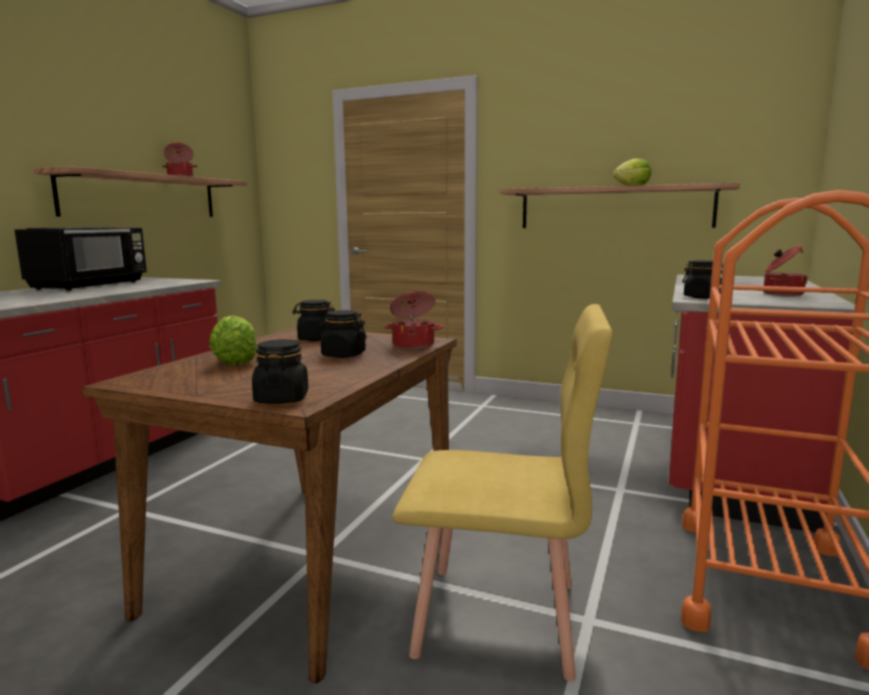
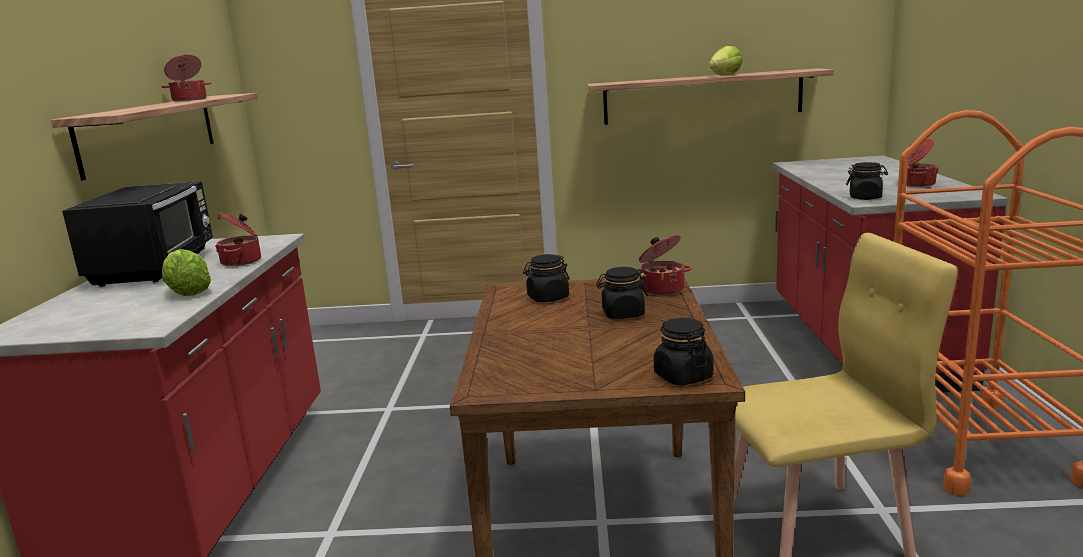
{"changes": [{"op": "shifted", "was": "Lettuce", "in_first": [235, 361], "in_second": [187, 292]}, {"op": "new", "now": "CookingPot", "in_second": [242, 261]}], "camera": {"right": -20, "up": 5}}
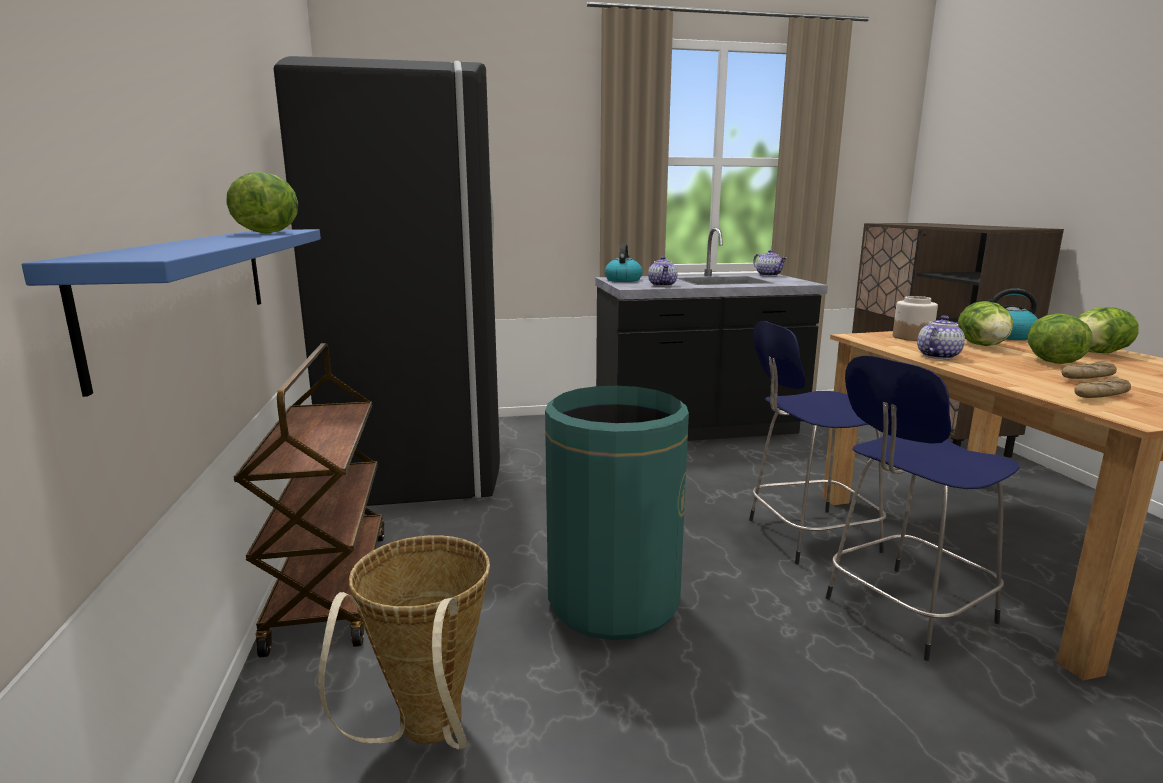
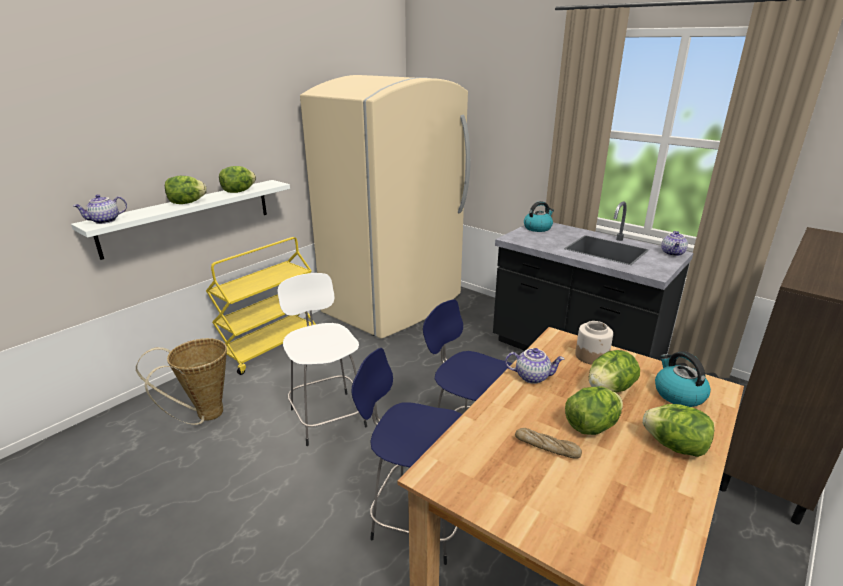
{"changes": [{"op": "repainted", "was": "BlueShelf", "now": "WhiteShelf", "in_first": [190, 288], "in_second": [189, 216]}, {"op": "repainted", "was": "BrownCart", "now": "YellowCart", "in_first": [329, 587], "in_second": [270, 347]}, {"op": "repainted", "was": "BlackFridge", "now": "BeigeFridge", "in_first": [420, 462], "in_second": [395, 304]}, {"op": "swapped", "was": "GreenTrashCan", "now": "WhiteStool", "in_first": [613, 601], "in_second": [327, 416]}, {"op": "shifted", "was": "Teapot", "in_first": [663, 285], "in_second": [105, 221]}, {"op": "gone", "was": "Bread", "in_first": [1101, 396]}, {"op": "new", "now": "Lettuce", "in_second": [187, 203]}], "camera": {"right": 50, "up": 10}}
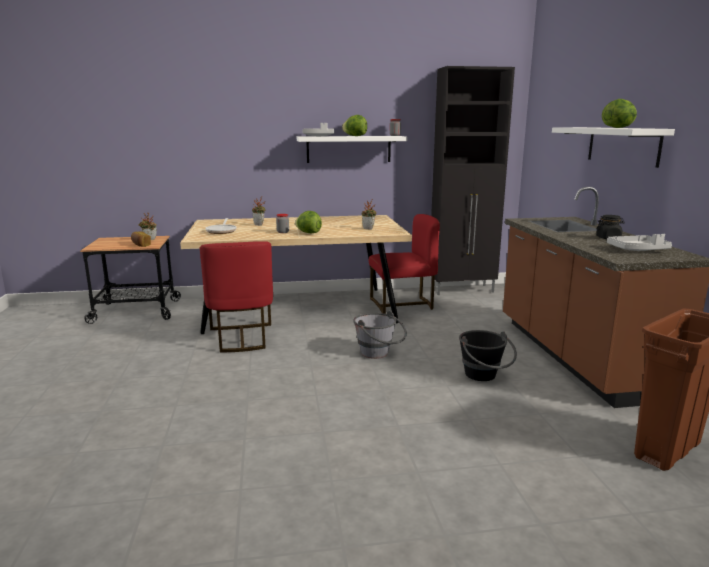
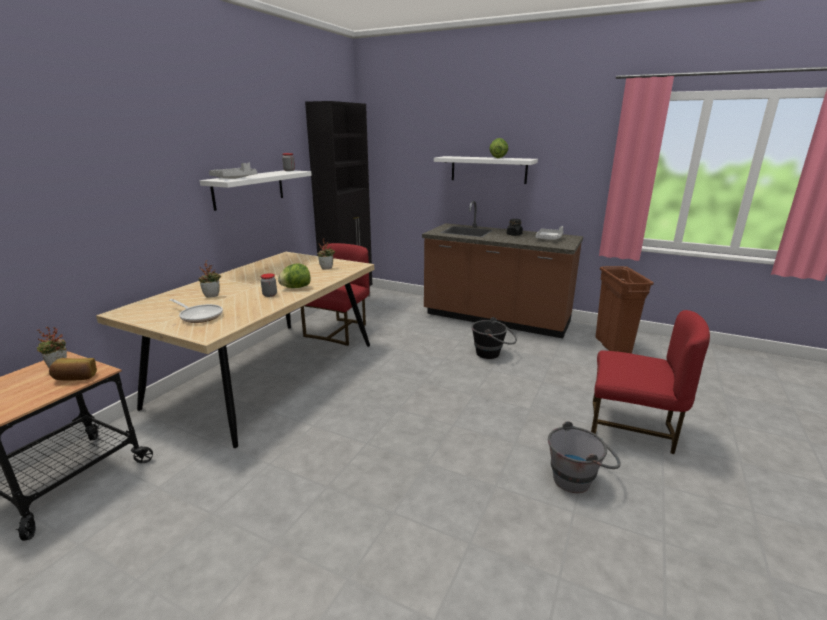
{"changes": [{"op": "shifted", "was": "RedChair", "in_first": [241, 338], "in_second": [630, 430]}, {"op": "gone", "was": "Lettuce", "in_first": [355, 136]}, {"op": "shifted", "was": "GreyBucket", "in_first": [379, 354], "in_second": [578, 479]}], "camera": {"right": -55, "up": 5}}
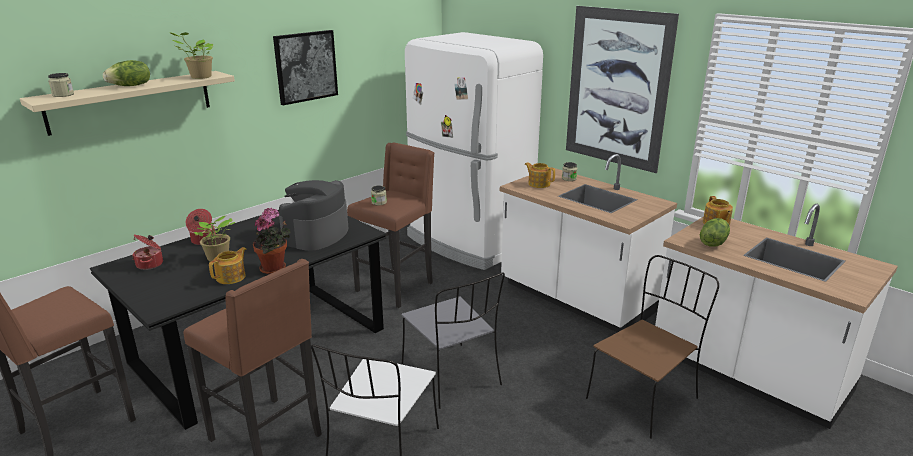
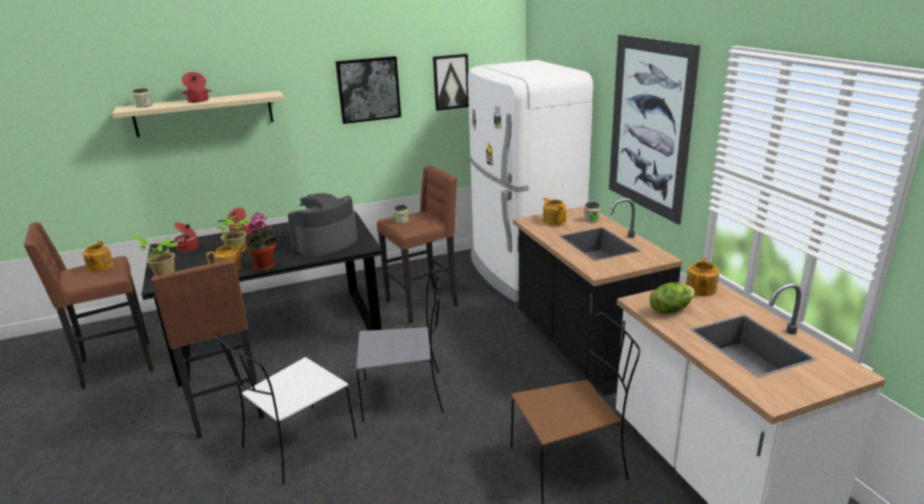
{"changes": [{"op": "swapped", "was": "Lettuce", "now": "CookingPot", "in_first": [131, 86], "in_second": [198, 101]}, {"op": "shifted", "was": "PottedPlant", "in_first": [199, 77], "in_second": [163, 274]}, {"op": "rotated", "was": "GreyChair", "in_first": [452, 376], "in_second": [405, 395], "clockwise": -90}, {"op": "repainted", "was": "WhiteCounter", "now": "BlackCounter", "in_first": [576, 298], "in_second": [585, 347]}, {"op": "new", "now": "Teapot", "in_second": [100, 267]}, {"op": "new", "now": "Picture", "in_second": [451, 82]}], "camera": {"right": 25, "up": 0}}
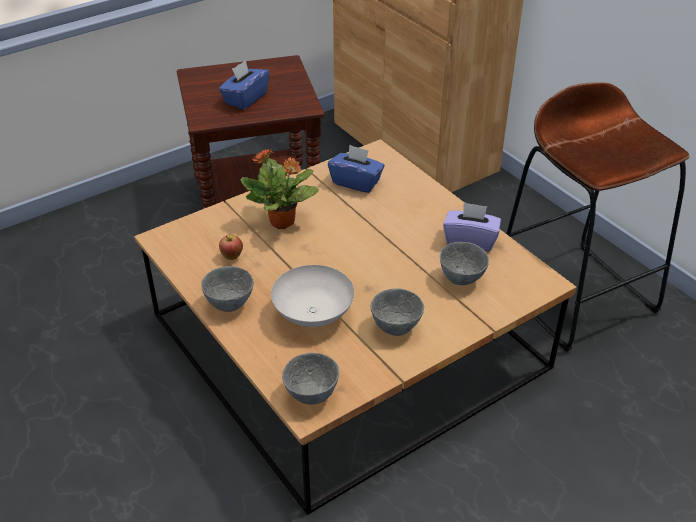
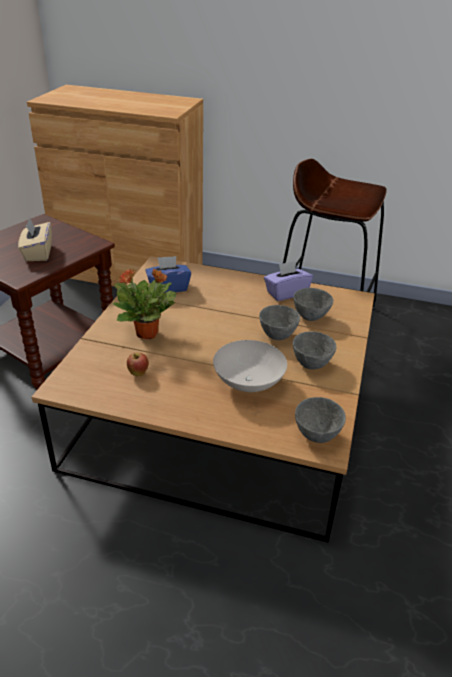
{"changes": [{"op": "shifted", "was": "GreyBowl", "in_first": [229, 304], "in_second": [276, 335]}, {"op": "repainted", "was": "BlueTissueBox", "now": "BeigeTissueBox", "in_first": [245, 99], "in_second": [38, 253]}], "camera": {"right": -40, "up": -5}}
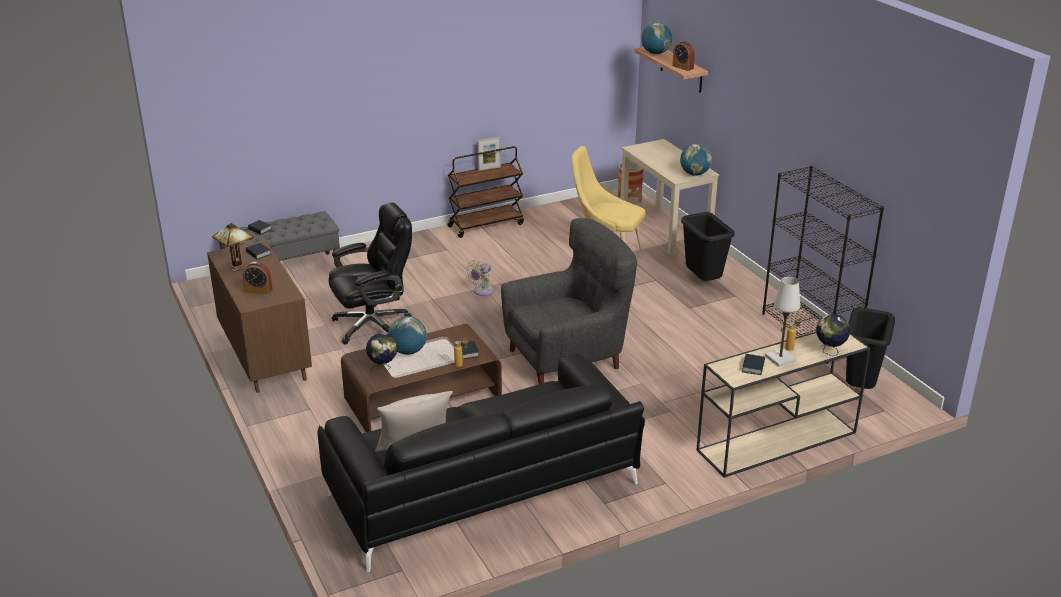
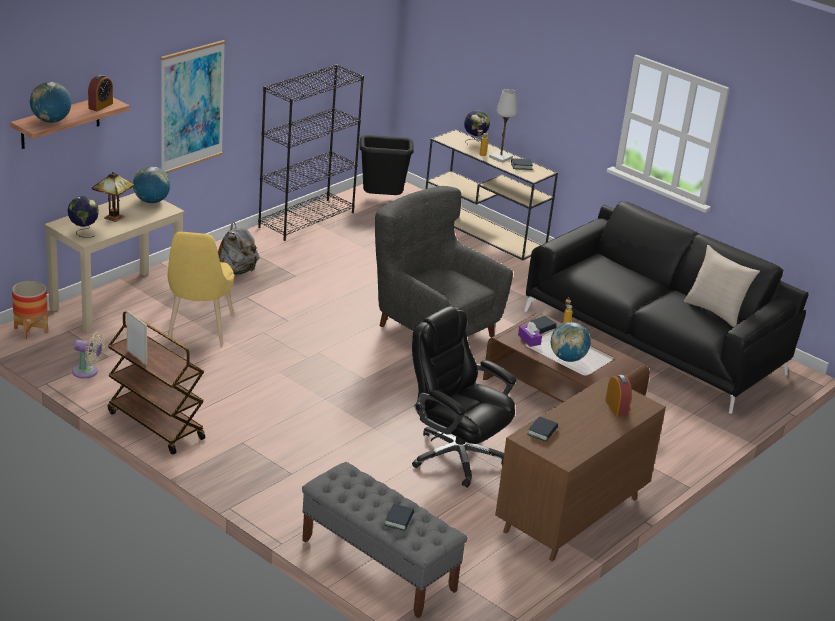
{"changes": [{"op": "shifted", "was": "TableLamp", "in_first": [235, 267], "in_second": [114, 218]}, {"op": "shifted", "was": "Globe", "in_first": [383, 368], "in_second": [83, 232]}, {"op": "shifted", "was": "BeigeFan", "in_first": [482, 291], "in_second": [87, 372]}, {"op": "swapped", "was": "BlackTrashCan", "now": "GreyBackpack", "in_first": [703, 282], "in_second": [236, 271]}, {"op": "new", "now": "Picture", "in_second": [191, 107]}, {"op": "new", "now": "PurpleTissueBox", "in_second": [529, 340]}], "camera": {"right": -115, "up": 0}}
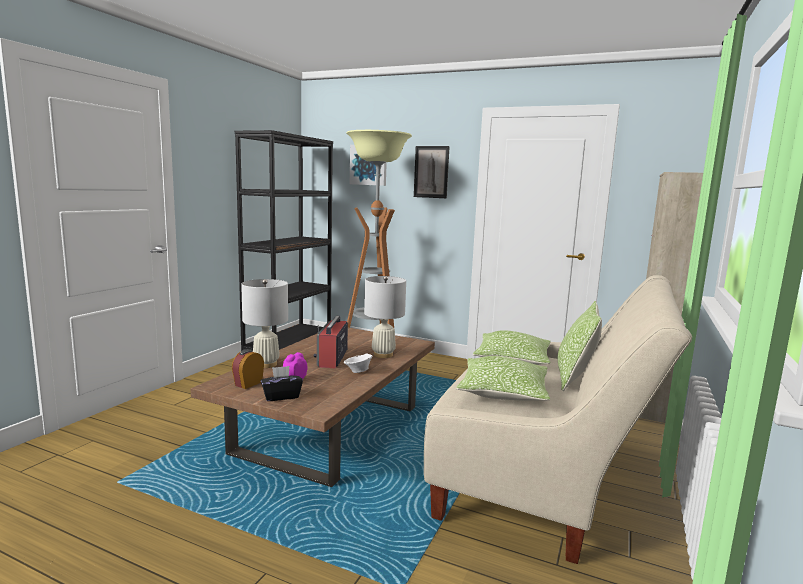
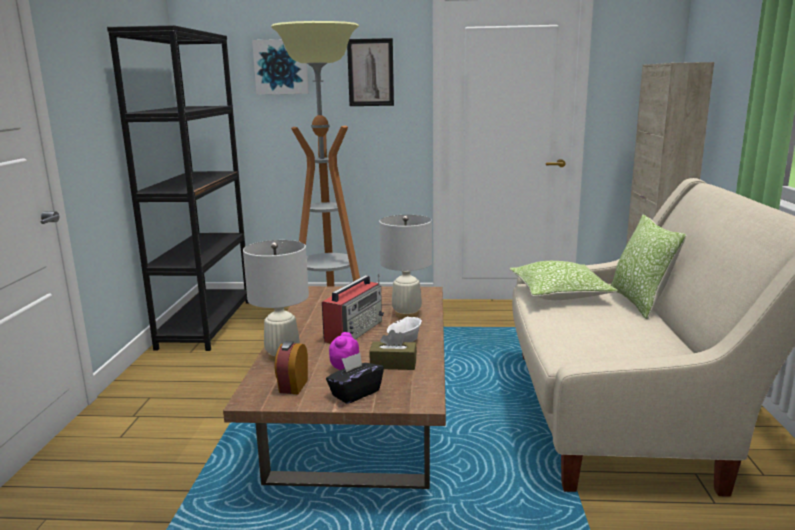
{"changes": [{"op": "rotated", "was": "Radio", "in_first": [332, 358], "in_second": [354, 331], "clockwise": -135}, {"op": "gone", "was": "Pillow", "in_first": [503, 392]}, {"op": "new", "now": "BrownTissueBox", "in_second": [393, 364]}], "camera": {"right": -20, "up": 5}}
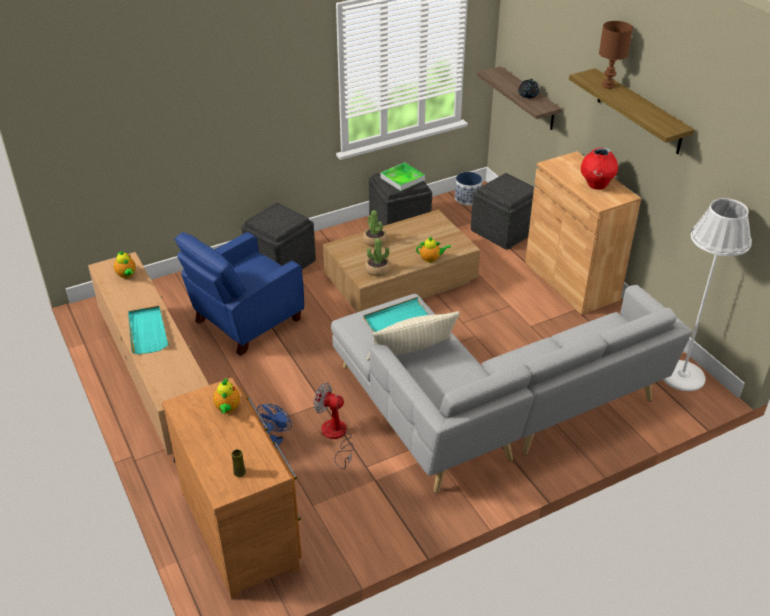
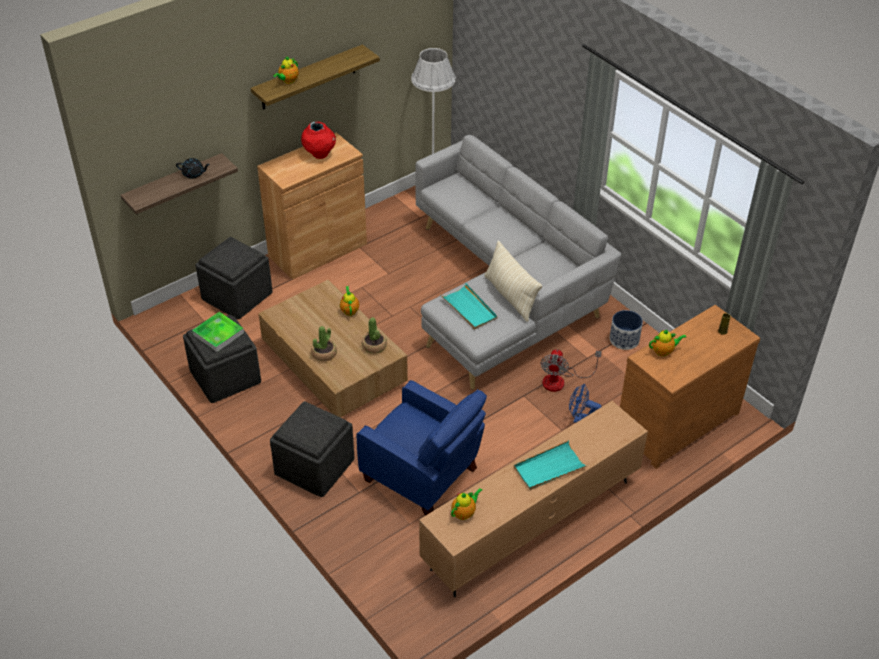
{"changes": [{"op": "shifted", "was": "Planter", "in_first": [467, 199], "in_second": [624, 339]}, {"op": "swapped", "was": "BrownTableLamp", "now": "Teapot", "in_first": [608, 85], "in_second": [288, 81]}], "camera": {"right": -100, "up": 5}}
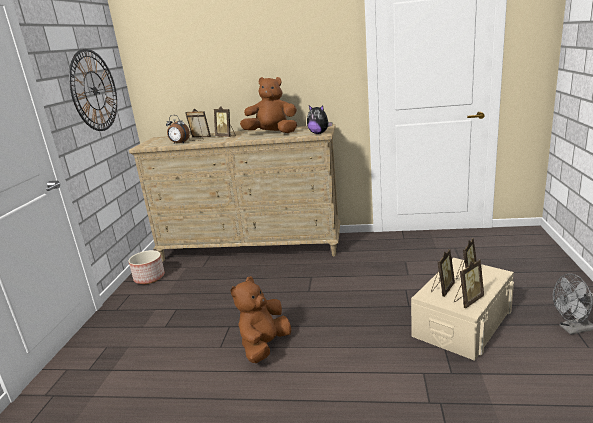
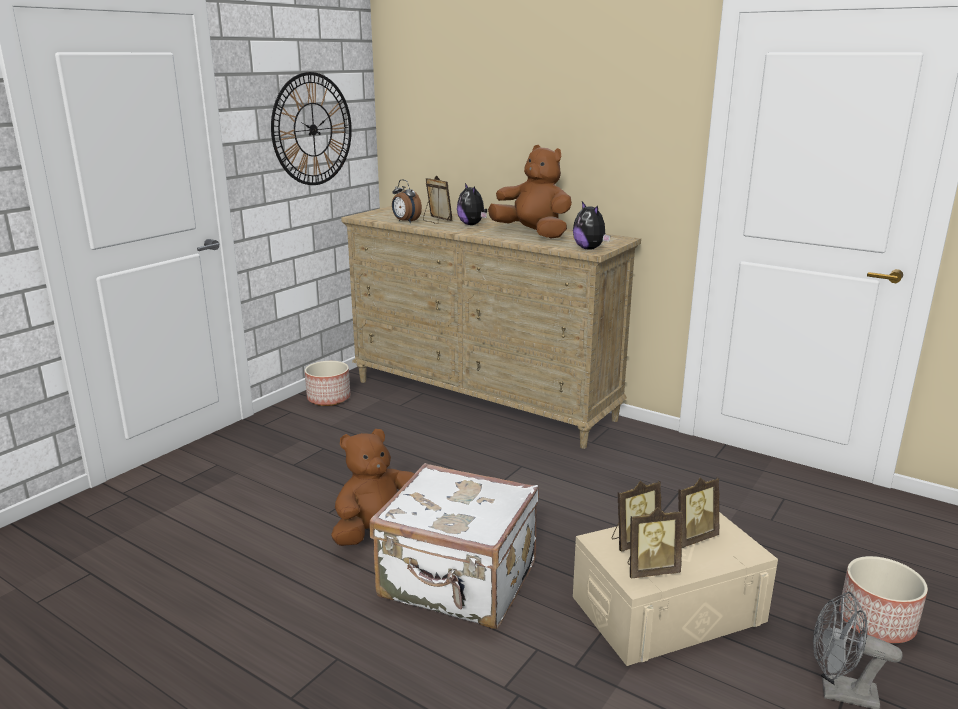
{"changes": [{"op": "swapped", "was": "PictureFrame", "now": "PlushToy", "in_first": [226, 136], "in_second": [472, 224]}, {"op": "new", "now": "WhiteSuitcase", "in_second": [458, 583]}, {"op": "new", "now": "Planter", "in_second": [876, 623]}], "camera": {"right": 25, "up": 0}}
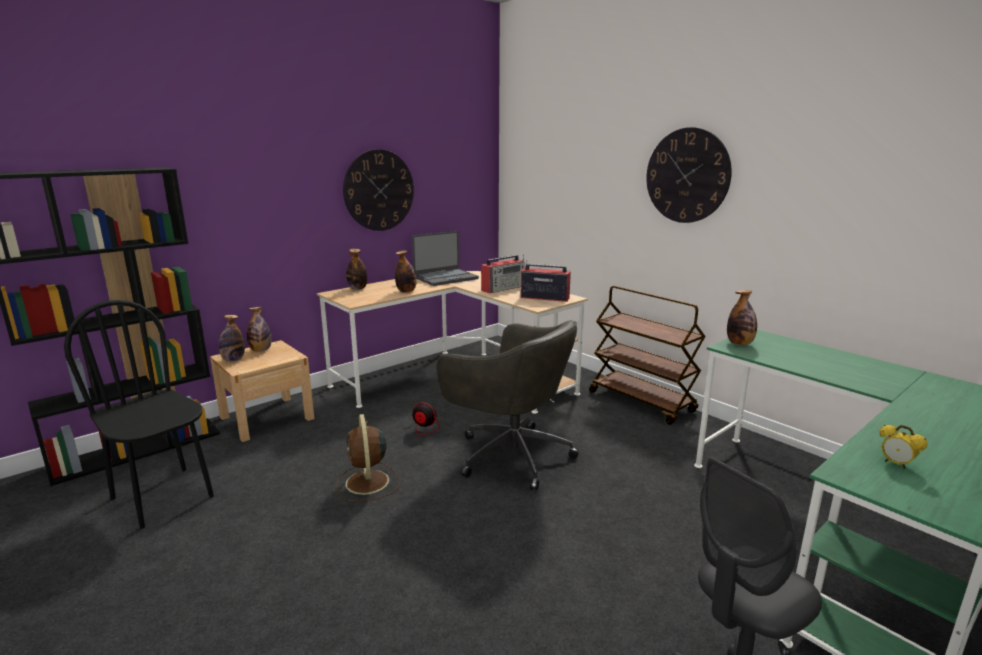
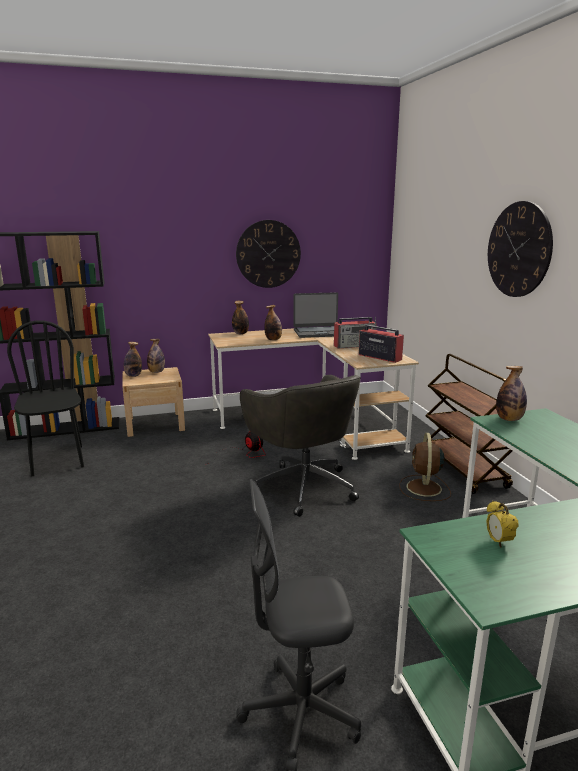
{"changes": [{"op": "shifted", "was": "BrownFan", "in_first": [367, 483], "in_second": [424, 488]}], "camera": {"right": 25, "up": 0}}
